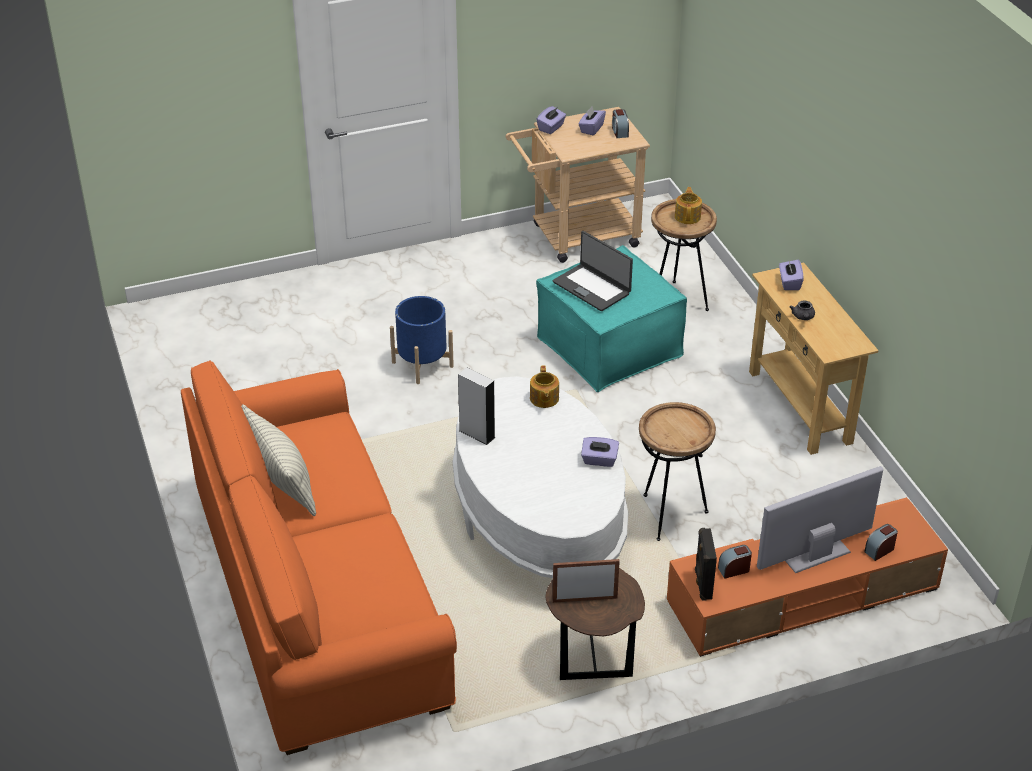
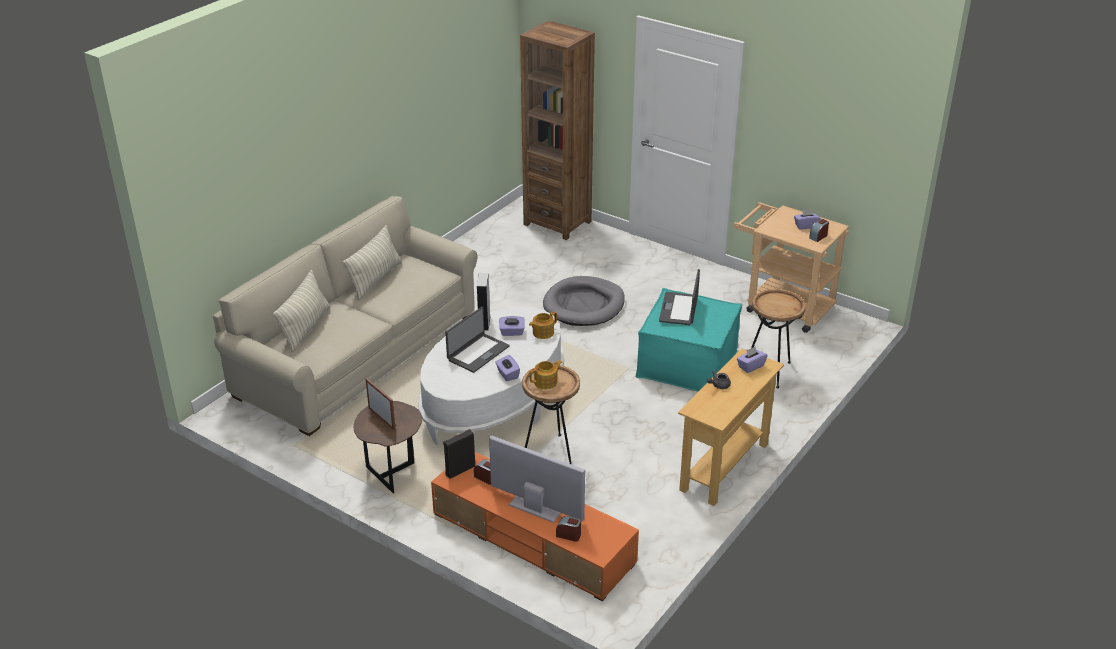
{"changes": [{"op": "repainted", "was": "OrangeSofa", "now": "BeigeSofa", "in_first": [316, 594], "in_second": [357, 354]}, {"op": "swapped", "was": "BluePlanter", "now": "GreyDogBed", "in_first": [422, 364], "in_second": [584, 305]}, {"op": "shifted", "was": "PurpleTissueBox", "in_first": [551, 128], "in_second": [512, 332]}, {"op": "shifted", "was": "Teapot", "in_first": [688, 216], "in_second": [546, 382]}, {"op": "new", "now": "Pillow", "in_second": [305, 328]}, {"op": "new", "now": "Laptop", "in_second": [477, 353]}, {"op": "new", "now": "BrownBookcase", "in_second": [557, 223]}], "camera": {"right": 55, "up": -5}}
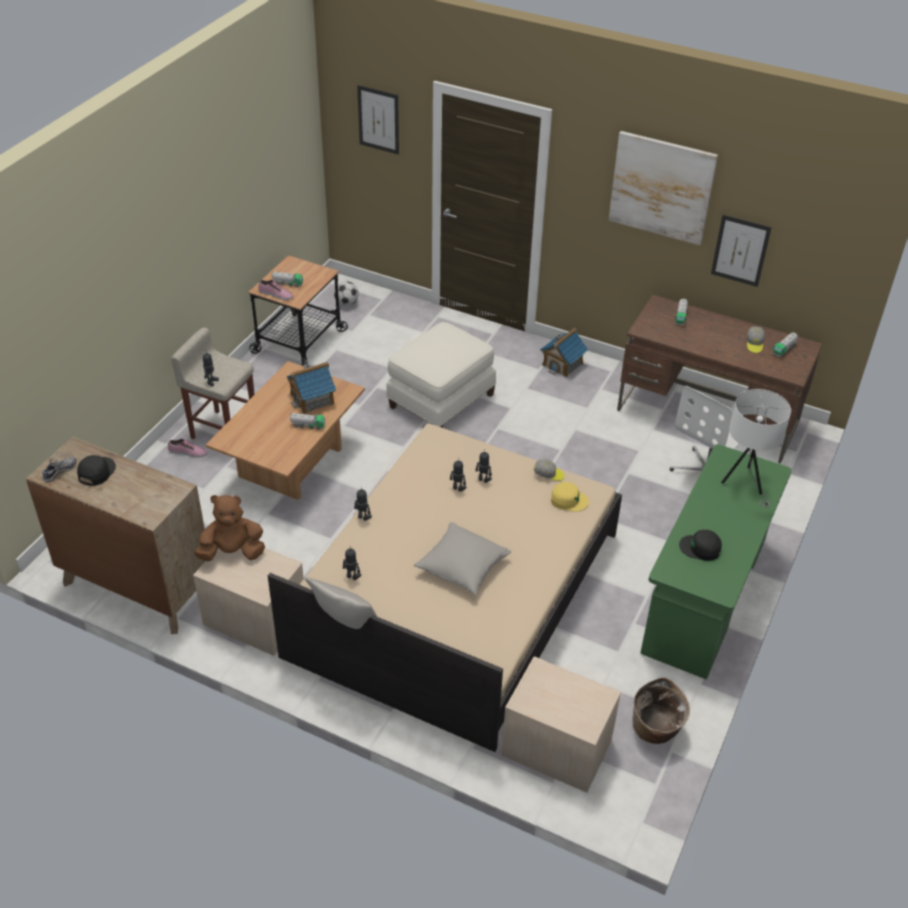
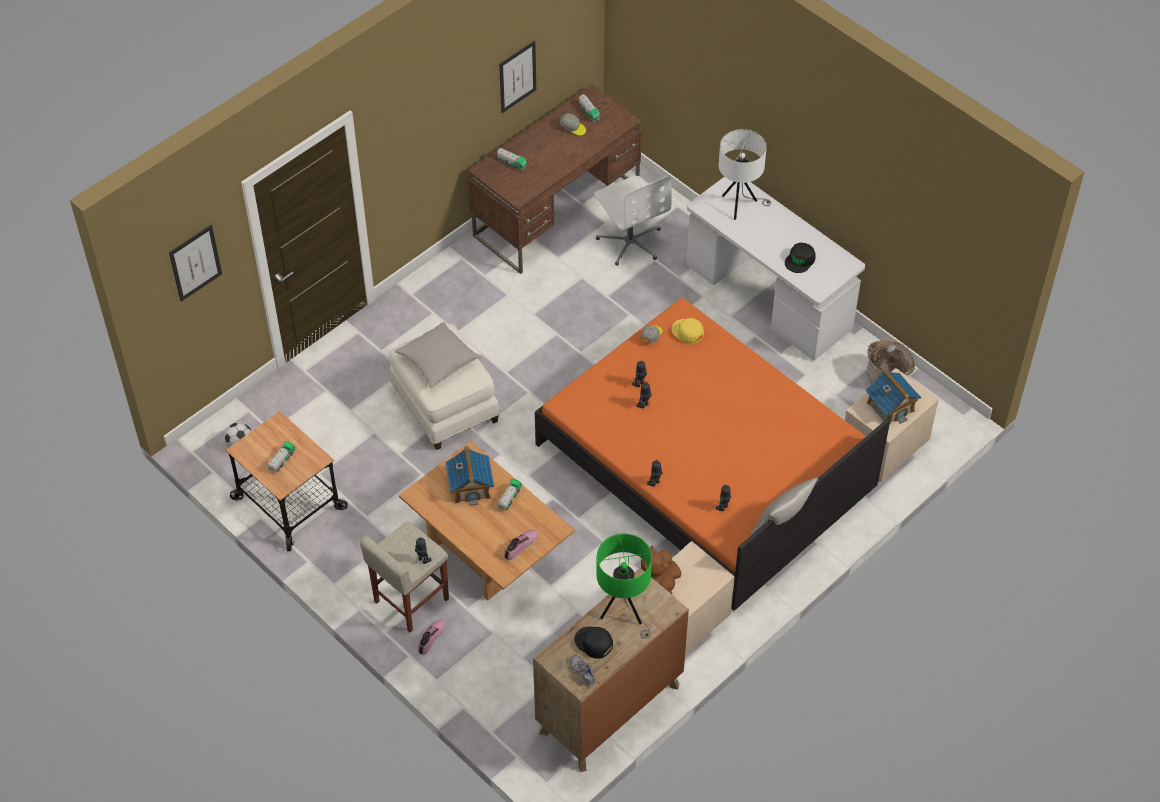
{"changes": [{"op": "shifted", "was": "Shoe", "in_first": [275, 294], "in_second": [521, 546]}, {"op": "repainted", "was": "BeigeBed", "now": "OrangeBed", "in_first": [456, 594], "in_second": [706, 465]}, {"op": "shifted", "was": "GreyPillow", "in_first": [462, 566], "in_second": [438, 361]}, {"op": "shifted", "was": "ToyHouse", "in_first": [562, 364], "in_second": [890, 406]}, {"op": "rotated", "was": "YellowCap", "in_first": [568, 500], "in_second": [687, 332], "clockwise": -75}, {"op": "gone", "was": "Picture", "in_first": [661, 187]}, {"op": "repainted", "was": "GreenDesk", "now": "WhiteDesk", "in_first": [705, 596], "in_second": [768, 297]}, {"op": "new", "now": "GreenTableLamp", "in_second": [624, 613]}], "camera": {"right": -70, "up": 10}}
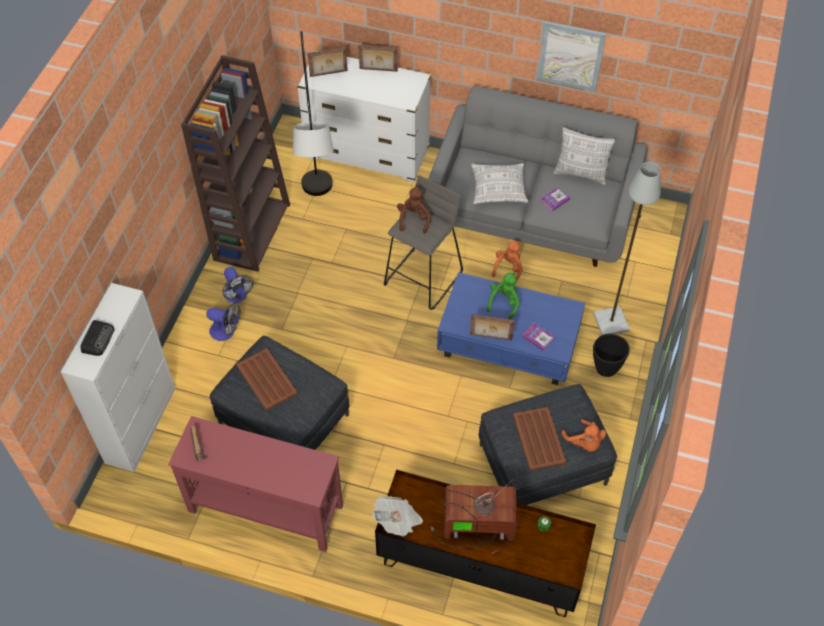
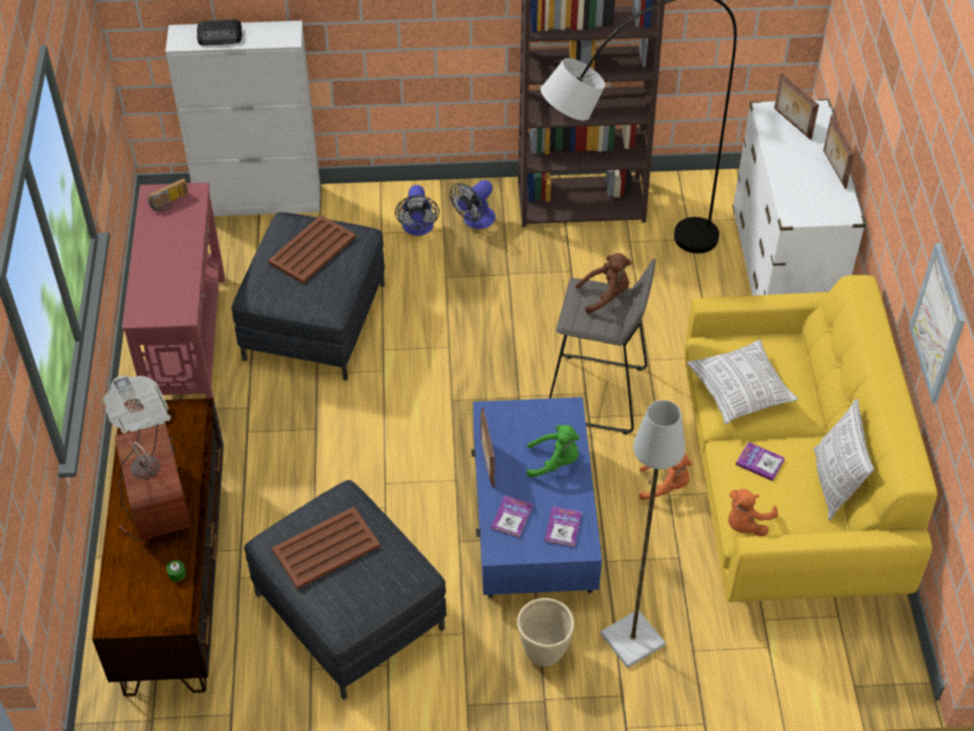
{"changes": [{"op": "repainted", "was": "GreySofa", "now": "YellowSofa", "in_first": [532, 214], "in_second": [785, 489]}, {"op": "shifted", "was": "OrangePlushToy", "in_first": [584, 442], "in_second": [746, 523]}, {"op": "repainted", "was": "BlackPlanter", "now": "BeigePlanter", "in_first": [605, 368], "in_second": [544, 652]}, {"op": "new", "now": "Book", "in_second": [563, 527]}], "camera": {"right": 70, "up": -5}}
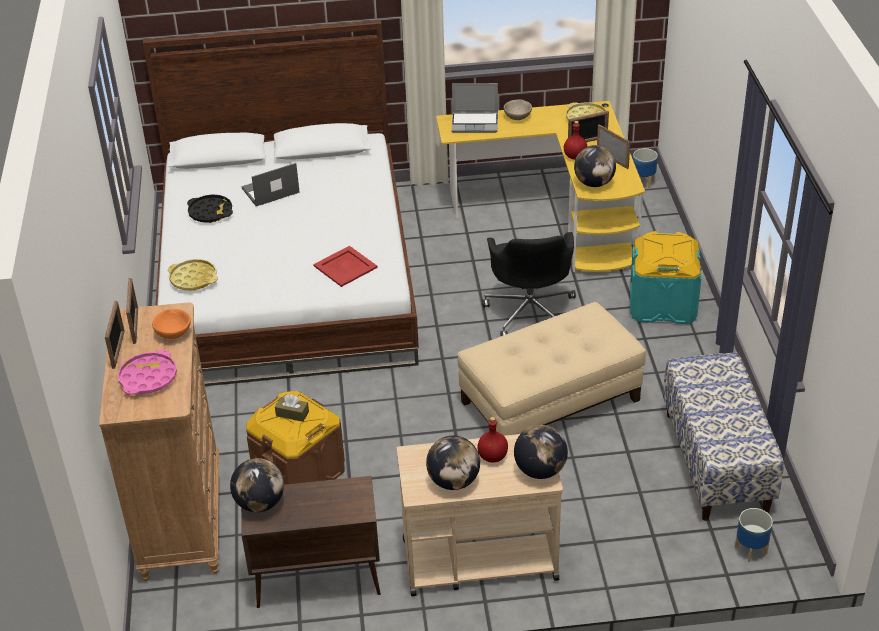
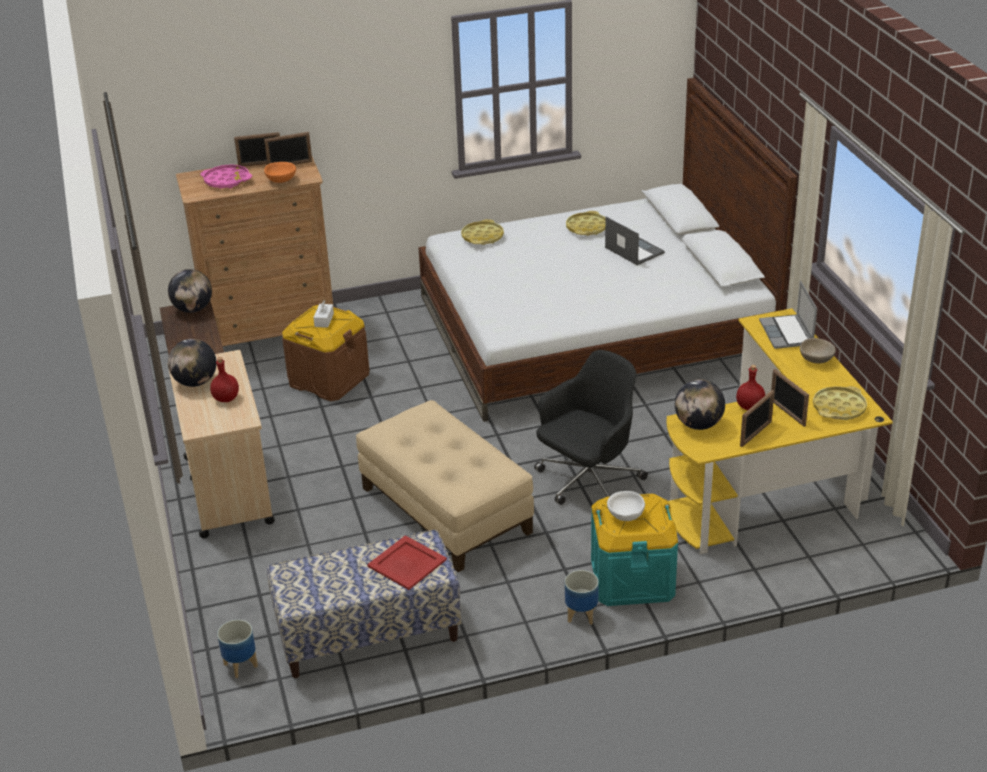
{"changes": [{"op": "repainted", "was": "BlackTray", "now": "YellowTray", "in_first": [210, 212], "in_second": [587, 228]}, {"op": "repainted", "was": "BrownTissueBox", "now": "WhiteTissueBox", "in_first": [292, 414], "in_second": [324, 320]}, {"op": "shifted", "was": "RedTray", "in_first": [346, 266], "in_second": [407, 563]}, {"op": "rotated", "was": "BlackOfficeChair", "in_first": [530, 311], "in_second": [588, 482], "clockwise": 150}, {"op": "gone", "was": "Globe", "in_first": [540, 470]}, {"op": "shifted", "was": "Planter", "in_first": [643, 182], "in_second": [582, 615]}, {"op": "new", "now": "WhiteBowl", "in_second": [625, 515]}], "camera": {"right": 80, "up": -5}}
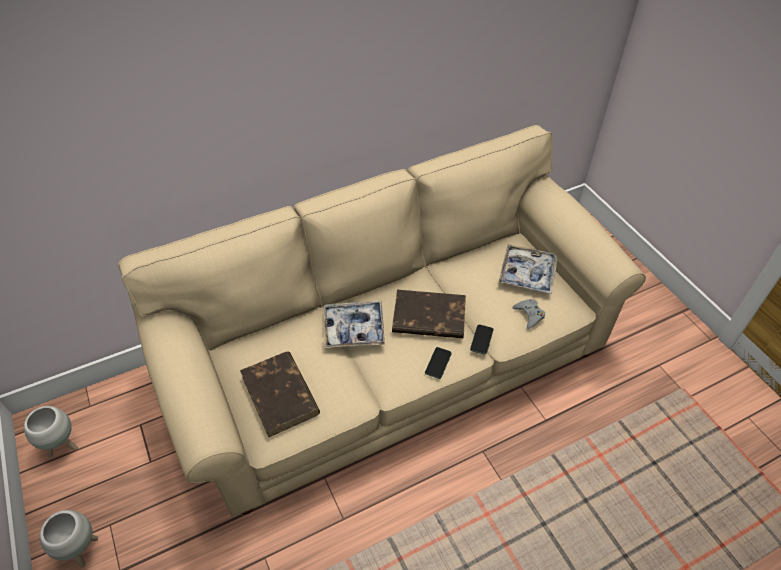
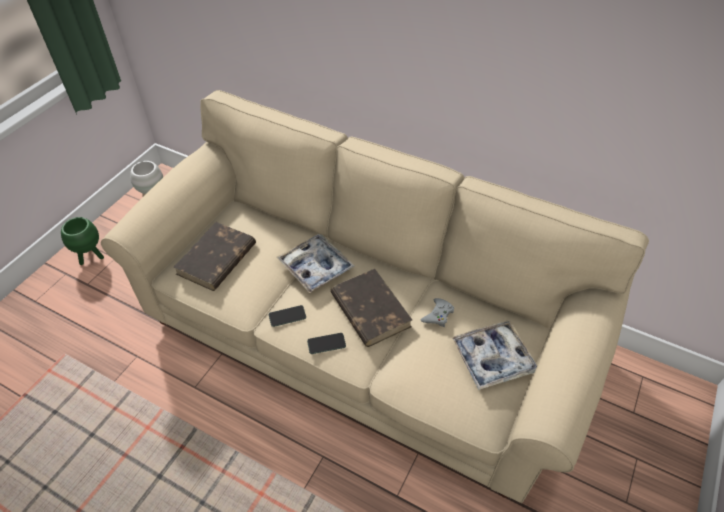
{"changes": [{"op": "repainted", "was": "WhitePlanter", "now": "GreenPlanter", "in_first": [82, 550], "in_second": [91, 257]}, {"op": "shifted", "was": "Phone", "in_first": [481, 339], "in_second": [287, 316]}, {"op": "shifted", "was": "GreyGameController", "in_first": [529, 315], "in_second": [438, 315]}], "camera": {"right": 55, "up": 0}}
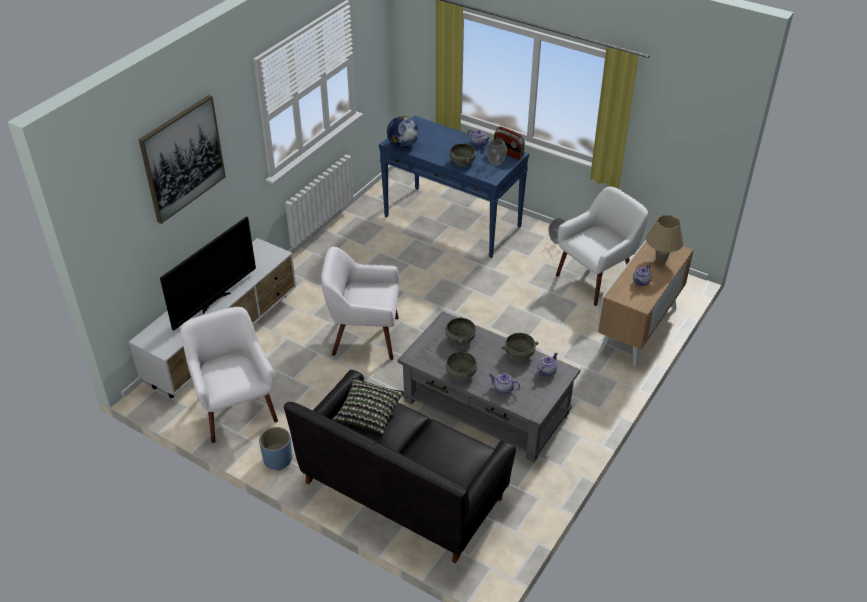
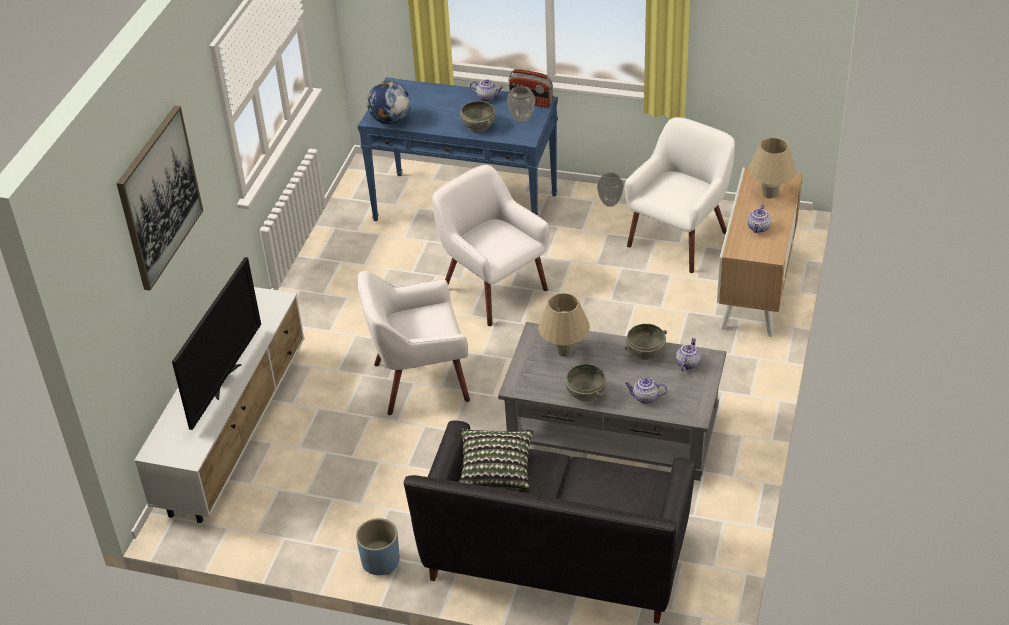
{"changes": [{"op": "shifted", "was": "WhiteArmchair", "in_first": [235, 408], "in_second": [492, 289]}, {"op": "swapped", "was": "GreyBowl", "now": "BeigeTableLamp", "in_first": [460, 339], "in_second": [564, 351]}], "camera": {"right": -15, "up": 0}}
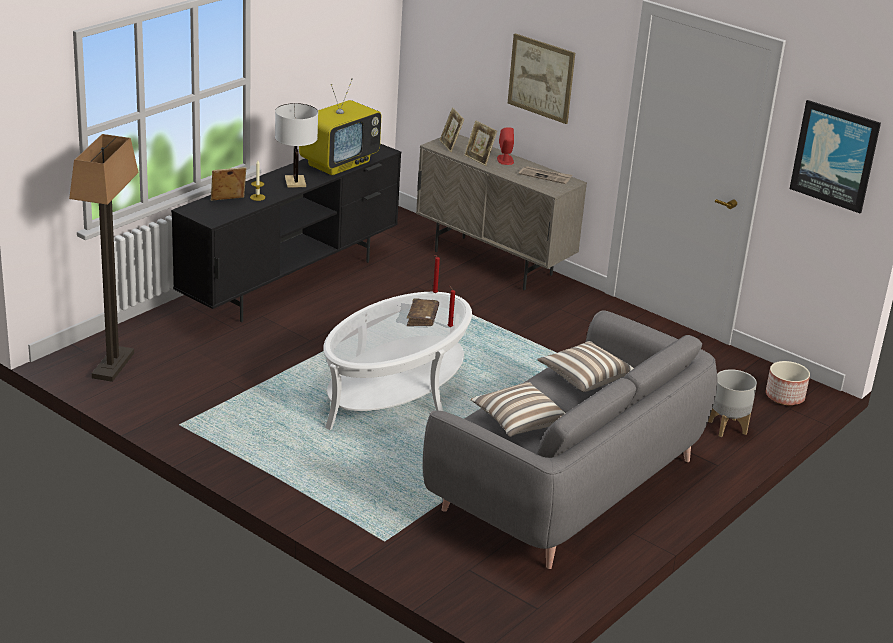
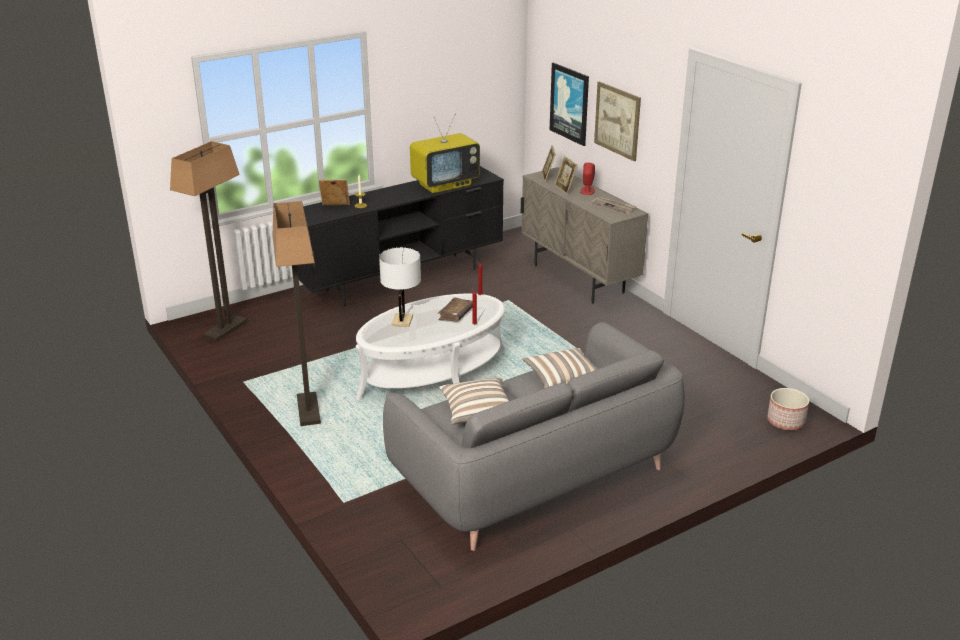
{"changes": [{"op": "shifted", "was": "WhiteTableLamp", "in_first": [295, 182], "in_second": [402, 320]}, {"op": "gone", "was": "GreyPlanter", "in_first": [727, 427]}, {"op": "shifted", "was": "Picture", "in_first": [835, 156], "in_second": [570, 103]}, {"op": "new", "now": "FloorLamp", "in_second": [308, 410]}], "camera": {"right": 20, "up": 0}}
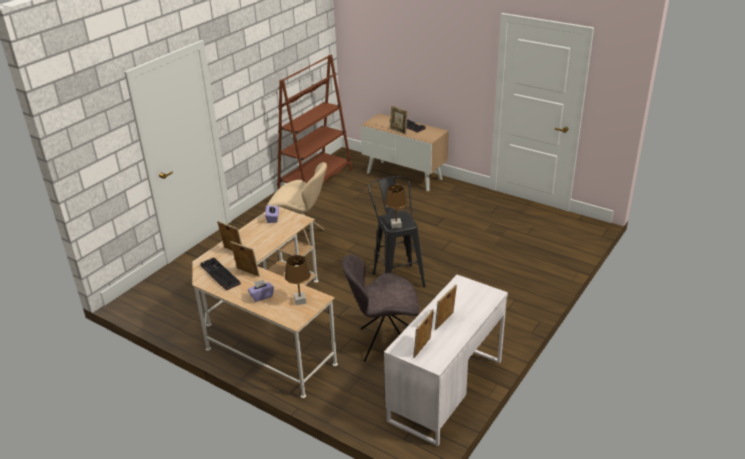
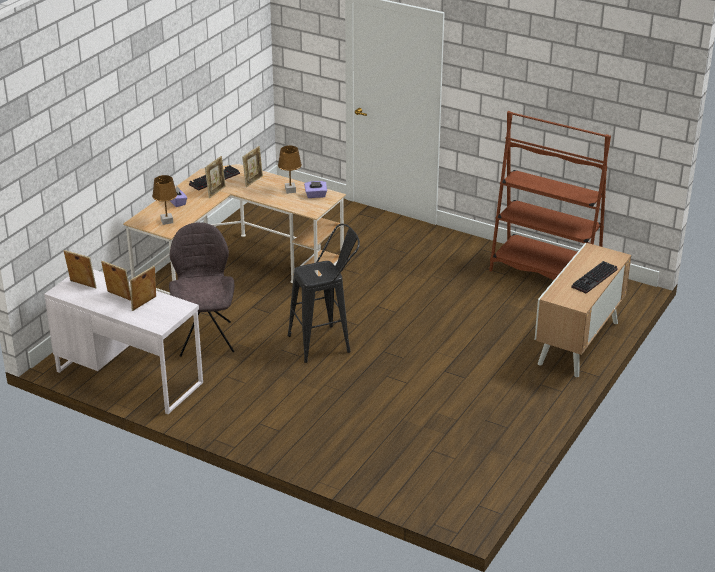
{"changes": [{"op": "gone", "was": "BeigeChair", "in_first": [301, 238]}, {"op": "shifted", "was": "BrownTableLamp", "in_first": [396, 226], "in_second": [290, 190]}, {"op": "shifted", "was": "PictureFrame", "in_first": [398, 131], "in_second": [144, 304]}], "camera": {"right": 85, "up": 0}}
